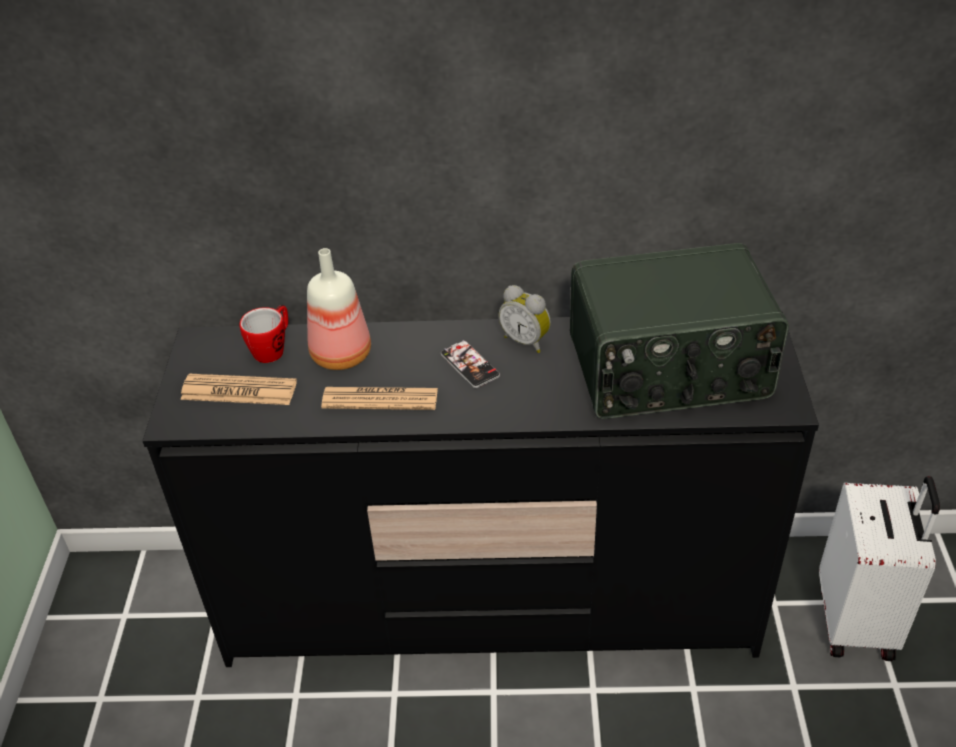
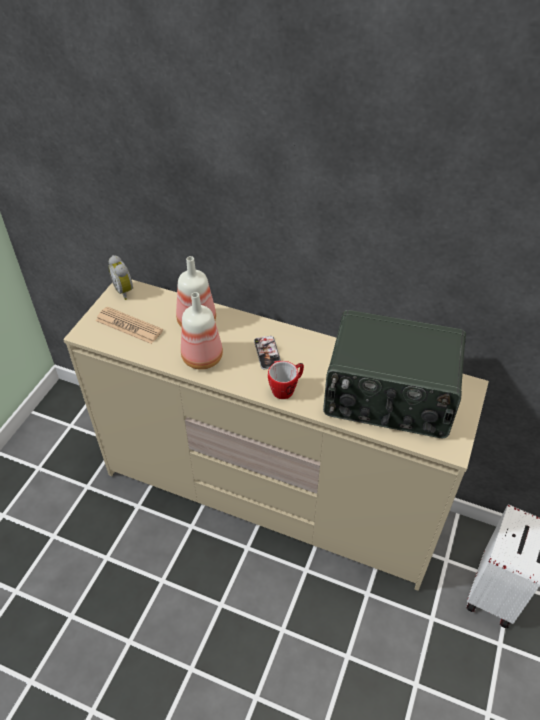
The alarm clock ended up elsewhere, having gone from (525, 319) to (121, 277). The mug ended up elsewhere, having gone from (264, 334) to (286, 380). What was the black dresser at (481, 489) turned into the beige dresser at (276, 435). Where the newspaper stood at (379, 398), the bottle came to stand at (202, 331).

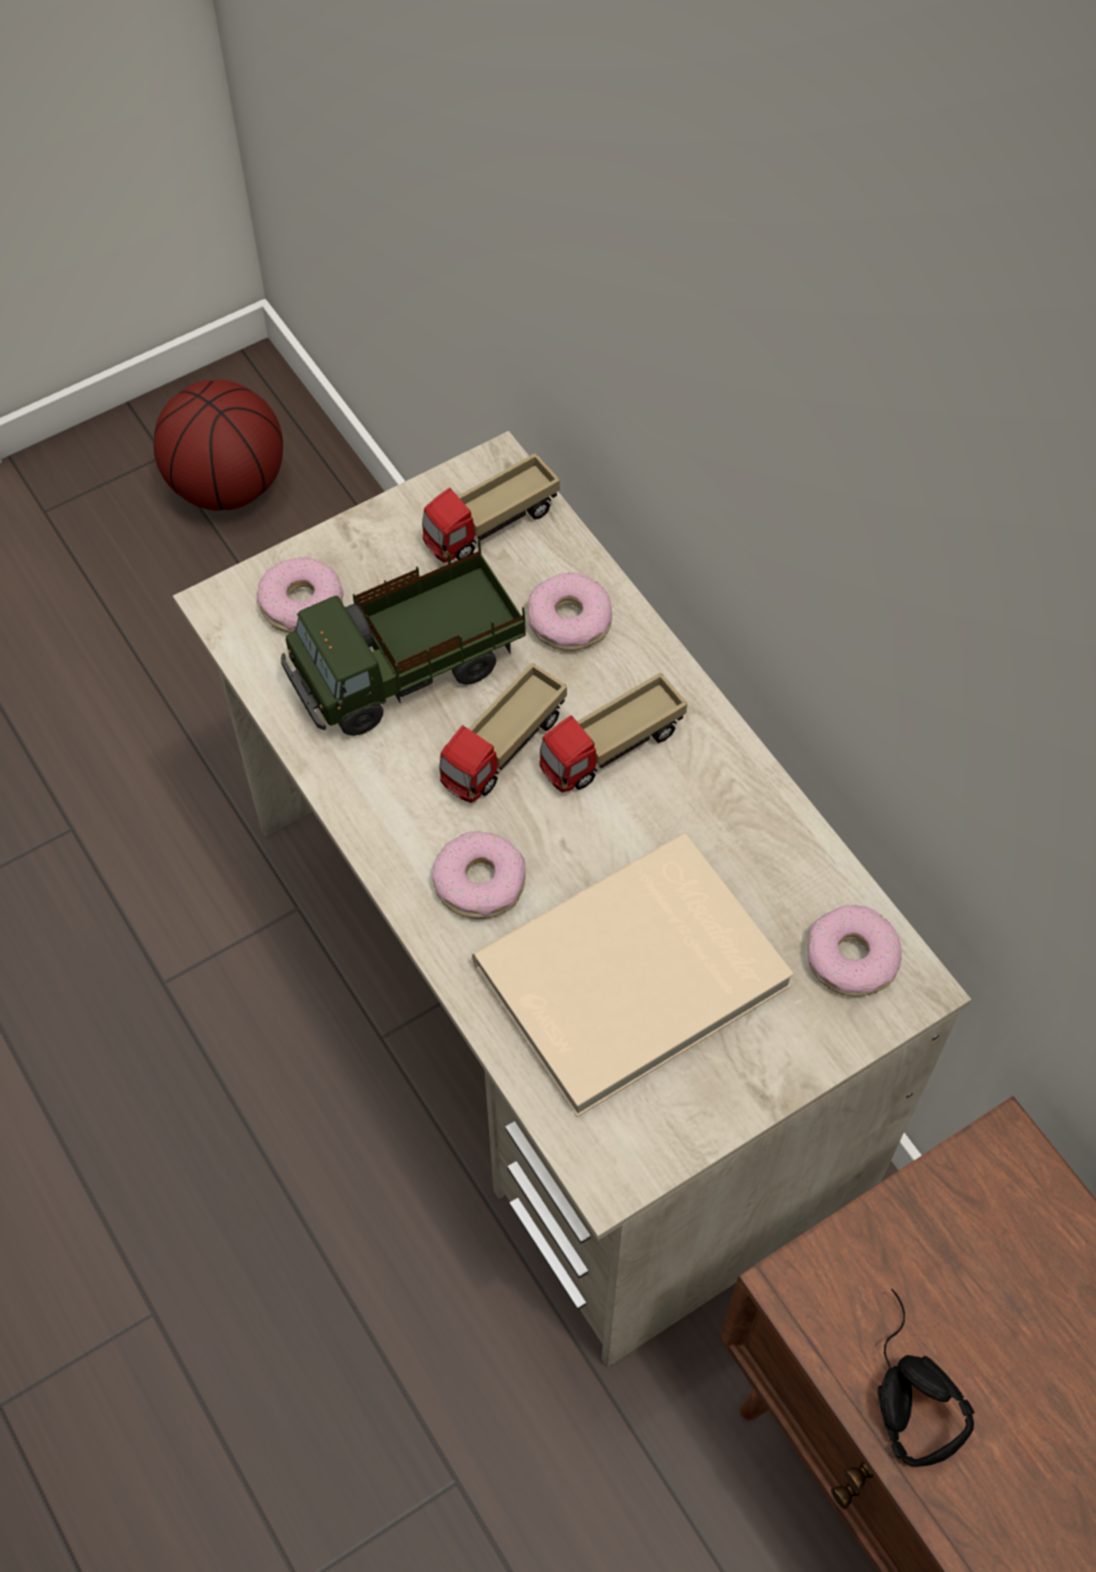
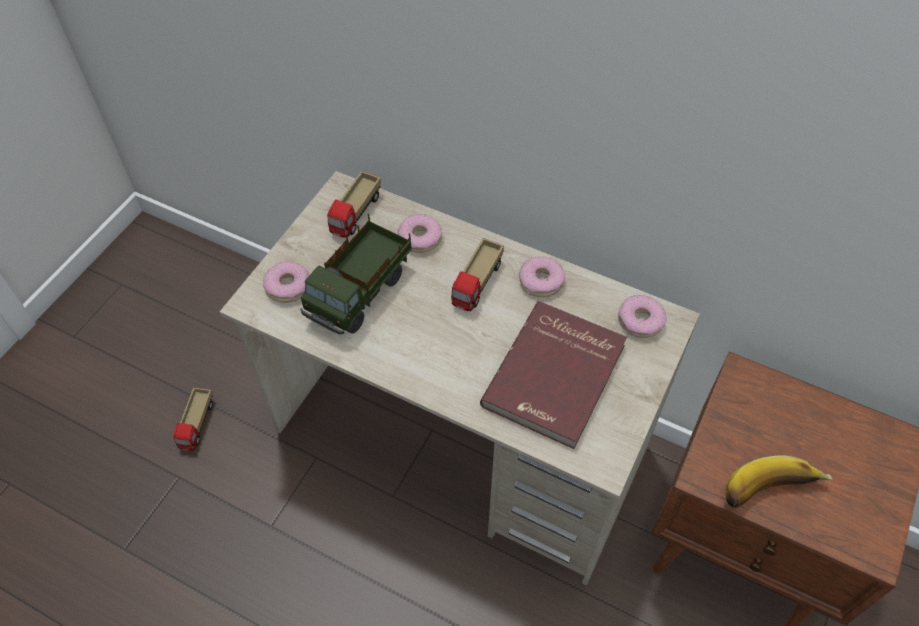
The second view lost the basketball at (218, 445). The toy truck ended up elsewhere, having gone from (503, 733) to (193, 419). The donut ended up elsewhere, having gone from (479, 875) to (542, 277). What was the beige book at (633, 975) turned into the red book at (553, 375). Where the black headphones stood at (926, 1377), the banana came to stand at (779, 482).

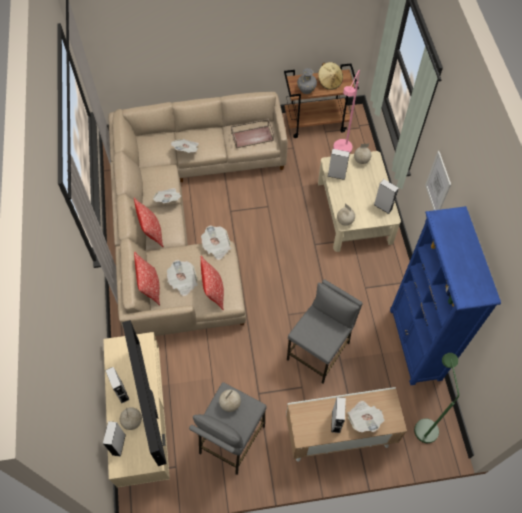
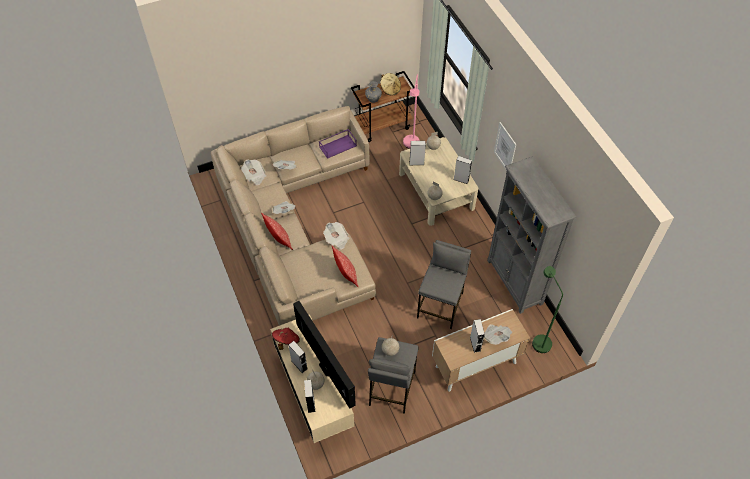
What was the brown tray at (252, 133) turned into the purple tray at (338, 144). What was the blue bookcase at (445, 296) turned into the grey bookcase at (531, 235). The second view lost the pillow at (147, 279). The newspaper ended up elsewhere, having gone from (182, 278) to (254, 172). The second view gained the red hat at (286, 338).

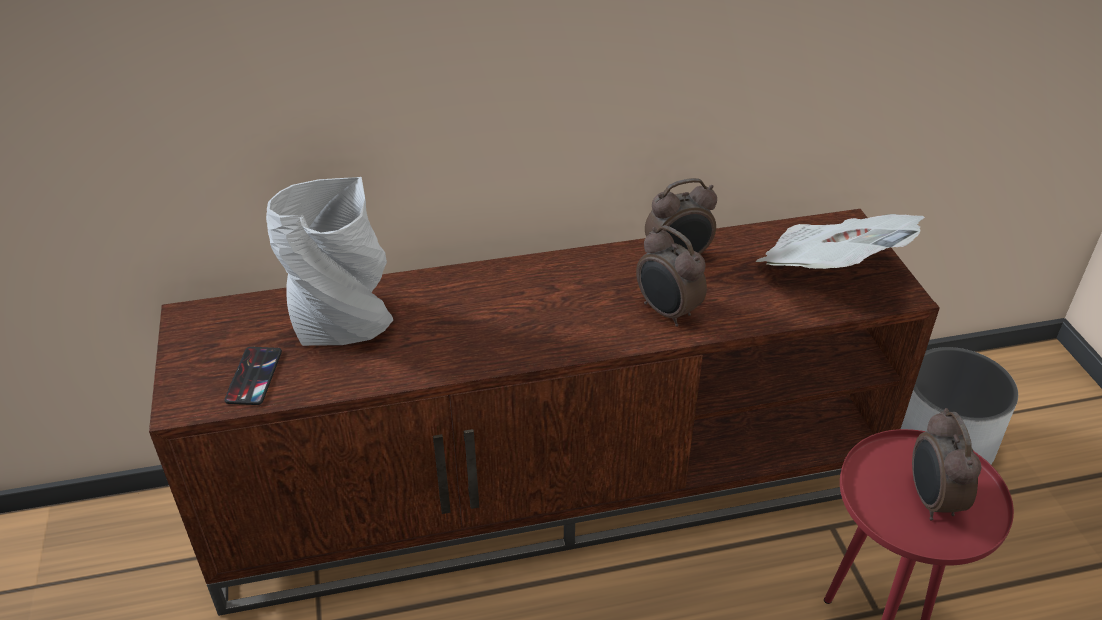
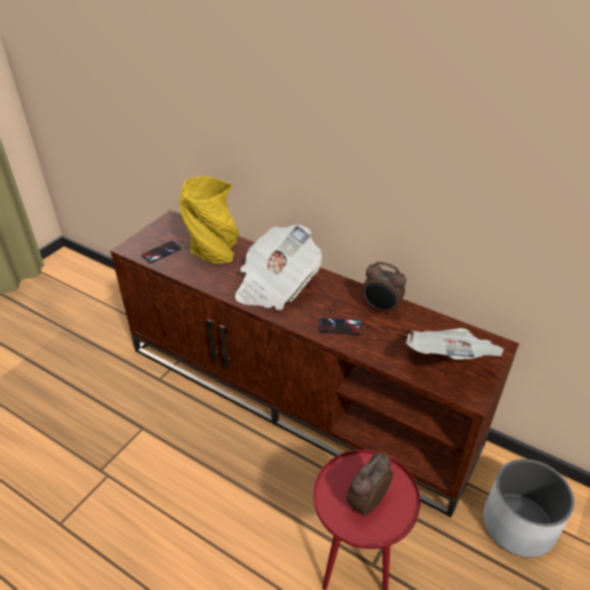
What was the grey vase at (329, 261) turned into the yellow vase at (209, 220). Where the alarm clock stood at (671, 276), the phone came to stand at (340, 326). The second view gained the newspaper at (278, 267).

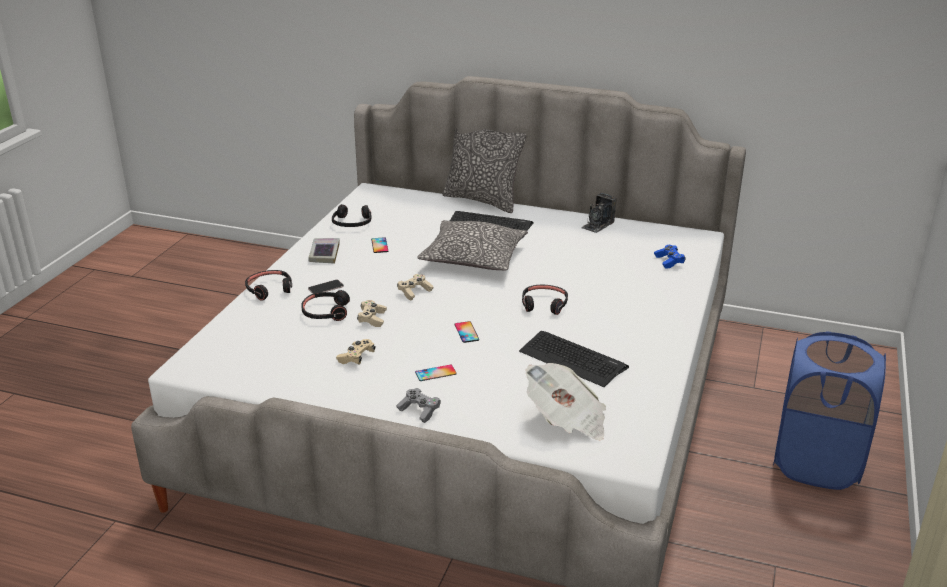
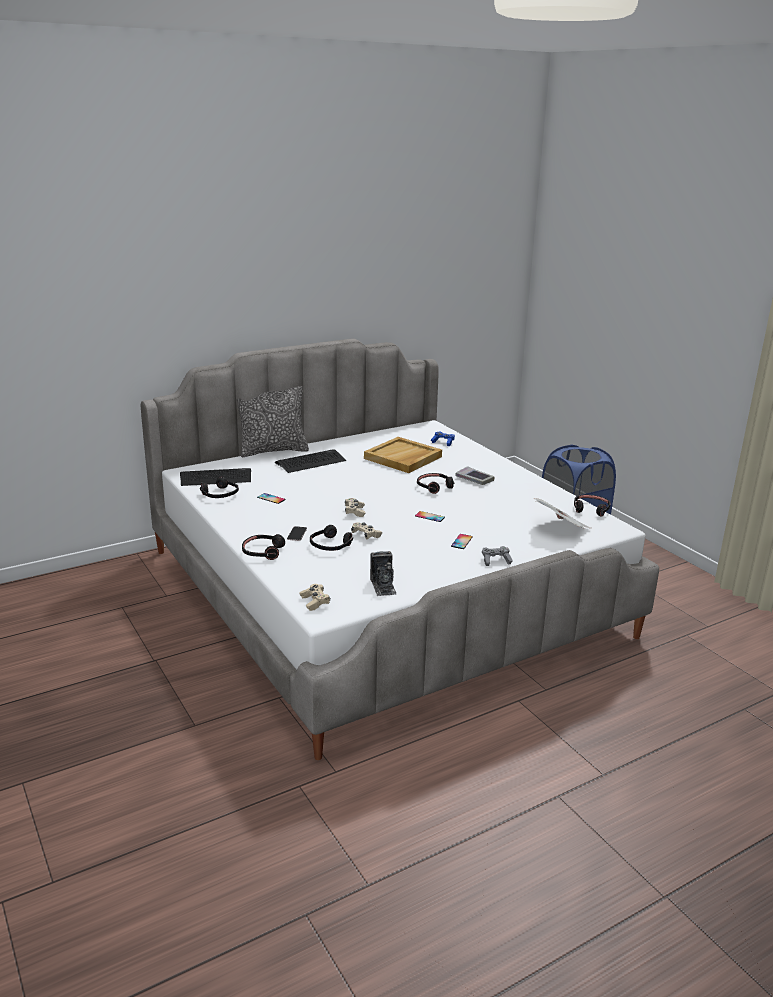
The photo camera ended up elsewhere, having gone from (599, 213) to (383, 573). The second view lost the pillow at (472, 245). The book ended up elsewhere, having gone from (323, 251) to (475, 475). The keyboard ended up elsewhere, having gone from (574, 359) to (215, 477). The beige game controller ended up elsewhere, having gone from (355, 352) to (315, 597). The second view gained the beige tray at (403, 455). The second view gained the black headphones at (592, 506).

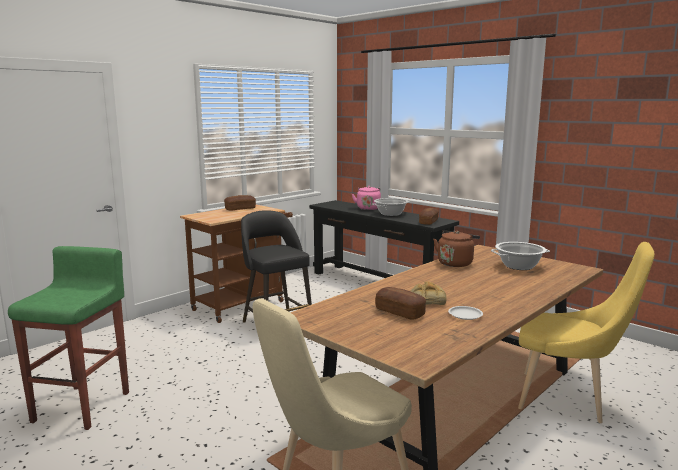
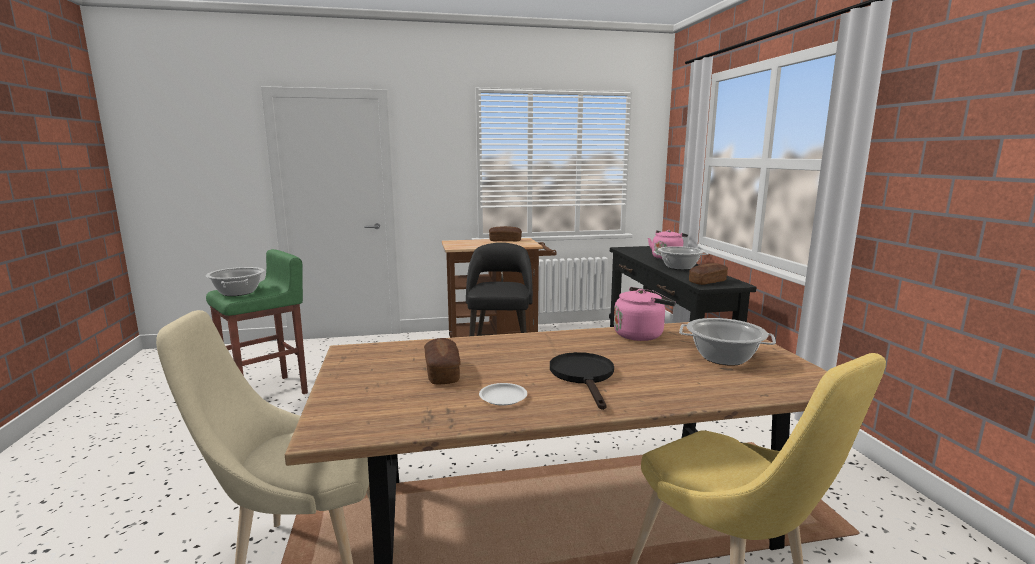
What was the brown kettle at (456, 248) turned into the pink kettle at (645, 314). The second view lost the bread at (428, 293). The second view gained the cooking pot at (235, 281). The second view gained the black frying pan at (582, 381).

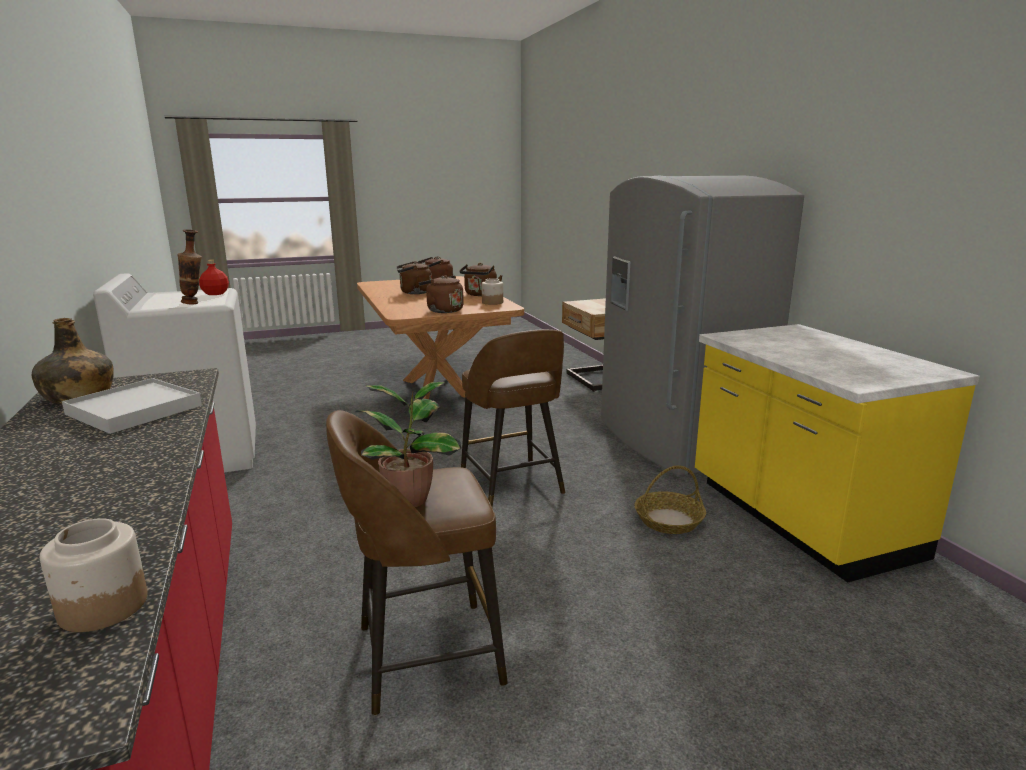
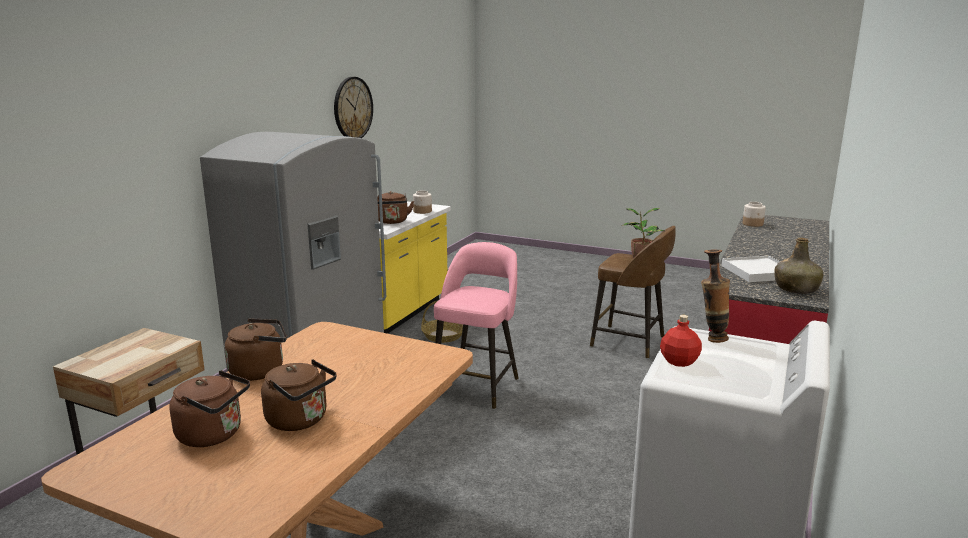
The brown kettle ended up elsewhere, having gone from (441, 294) to (395, 207). The jar ended up elsewhere, having gone from (492, 291) to (422, 202). What was the brown stool at (513, 418) turned into the pink stool at (476, 325). The second view gained the wall clock at (353, 107).

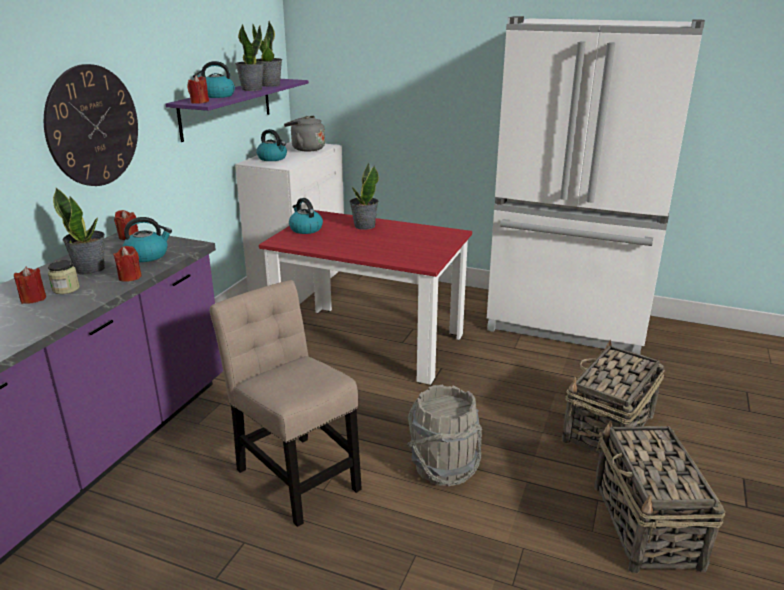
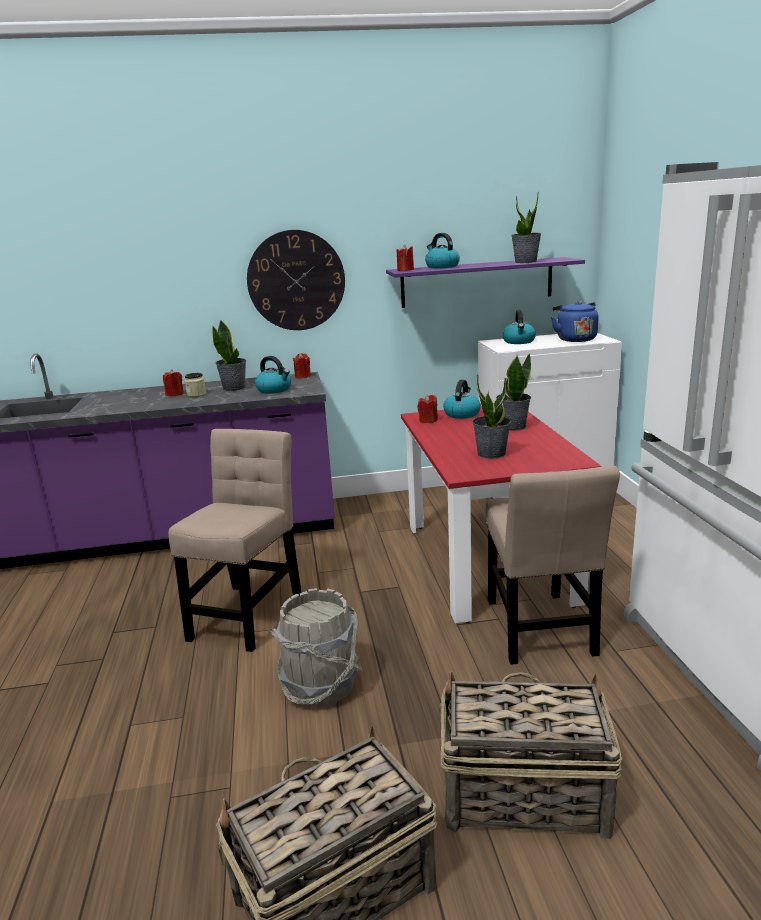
The potted plant ended up elsewhere, having gone from (249, 57) to (491, 416). What was the grey kettle at (304, 133) turned into the blue kettle at (575, 321). The red candle ended up elsewhere, having gone from (127, 264) to (427, 409). The second view gained the beige chair at (553, 565).

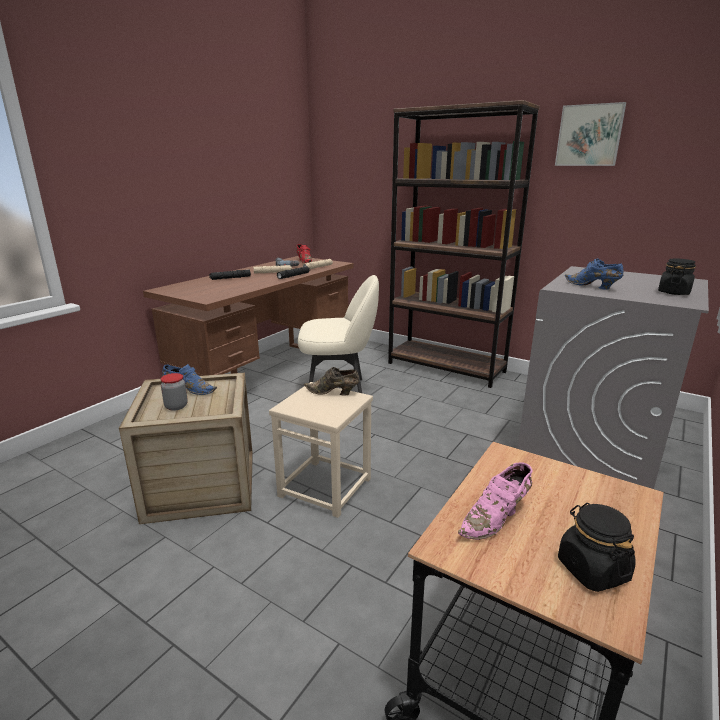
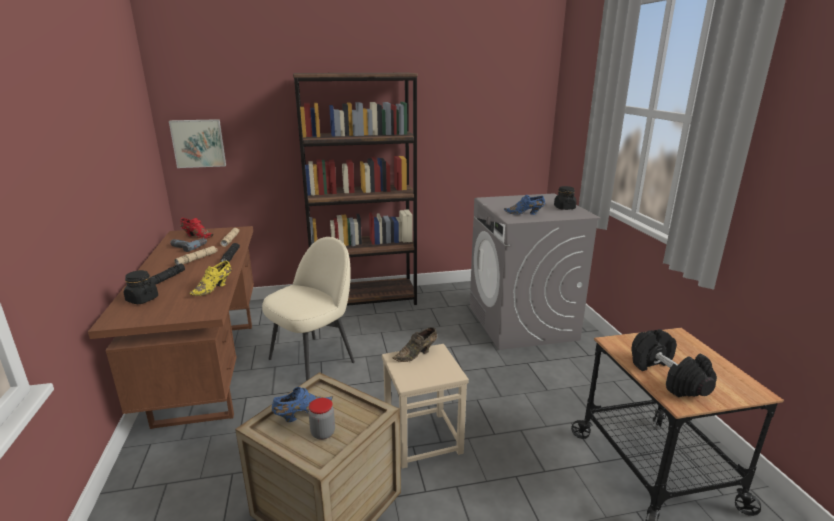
The picture ended up elsewhere, having gone from (590, 134) to (197, 143). Where the pink shoe stood at (495, 501), the black dumbbell came to stand at (674, 363). The black jar ended up elsewhere, having gone from (596, 547) to (141, 287). The second view gained the yellow shoe at (210, 278).

